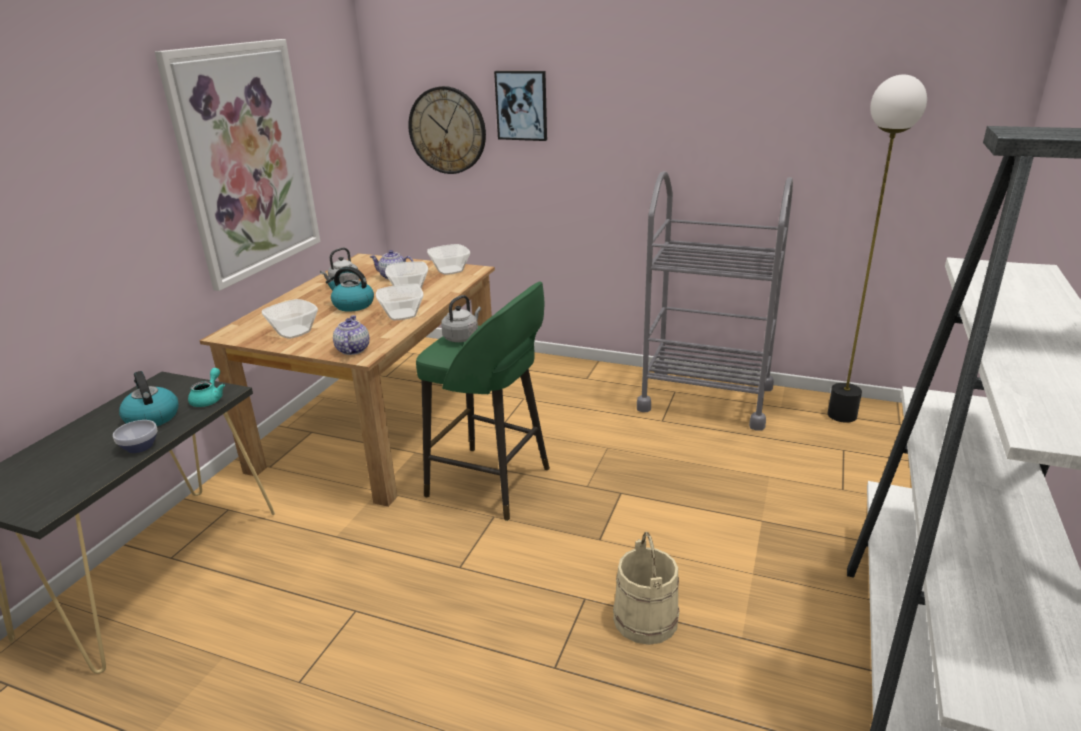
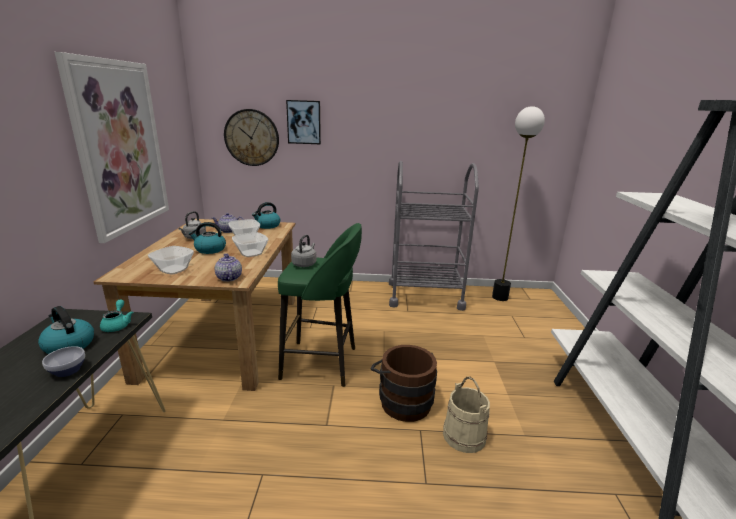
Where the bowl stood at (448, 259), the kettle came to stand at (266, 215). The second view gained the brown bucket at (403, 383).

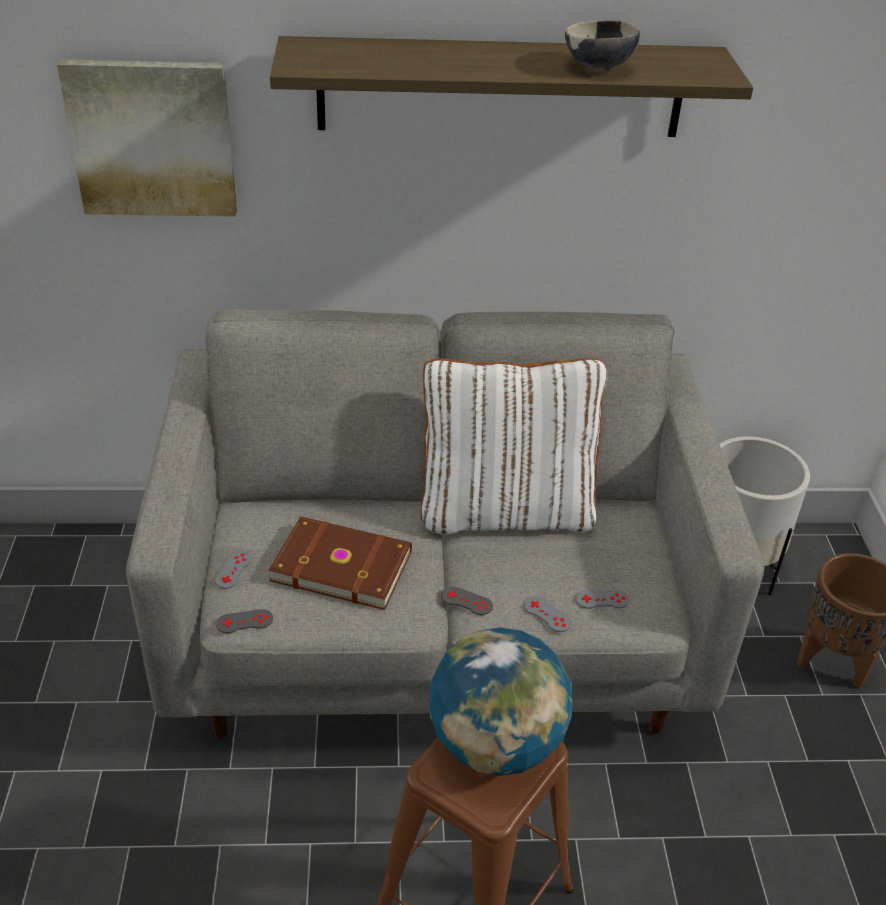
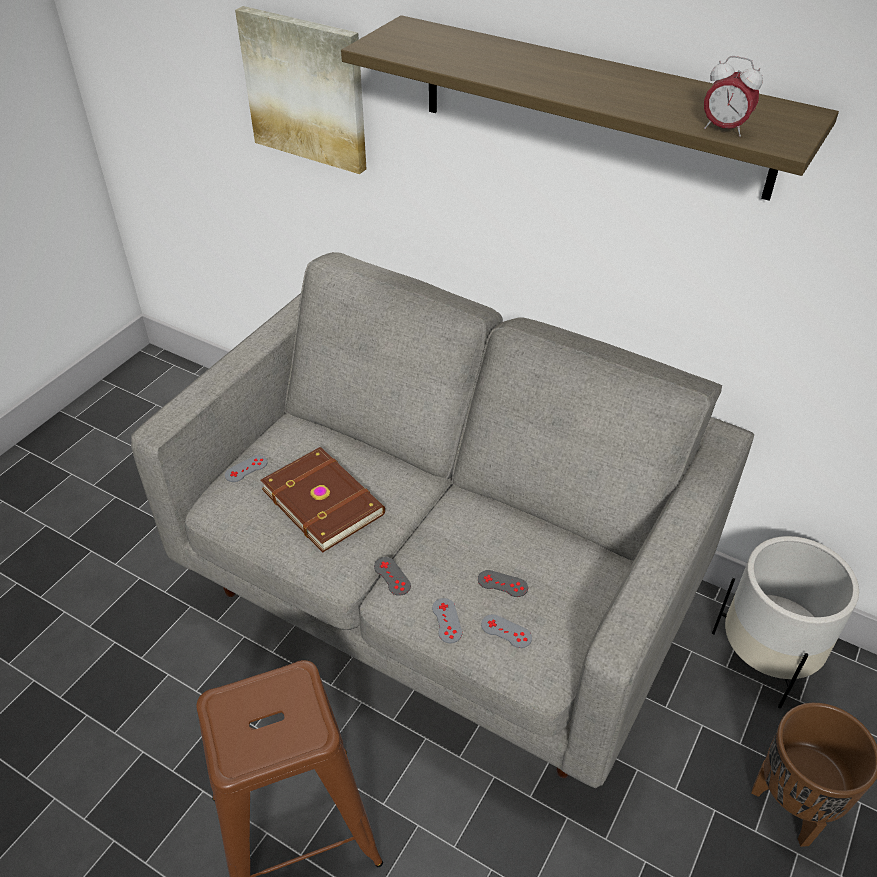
The second view lost the bowl at (602, 45). The second view lost the white pillow at (514, 446). The grey game controller ended up elsewhere, having gone from (244, 621) to (503, 583). The second view lost the globe at (500, 701). The second view gained the alarm clock at (733, 96).

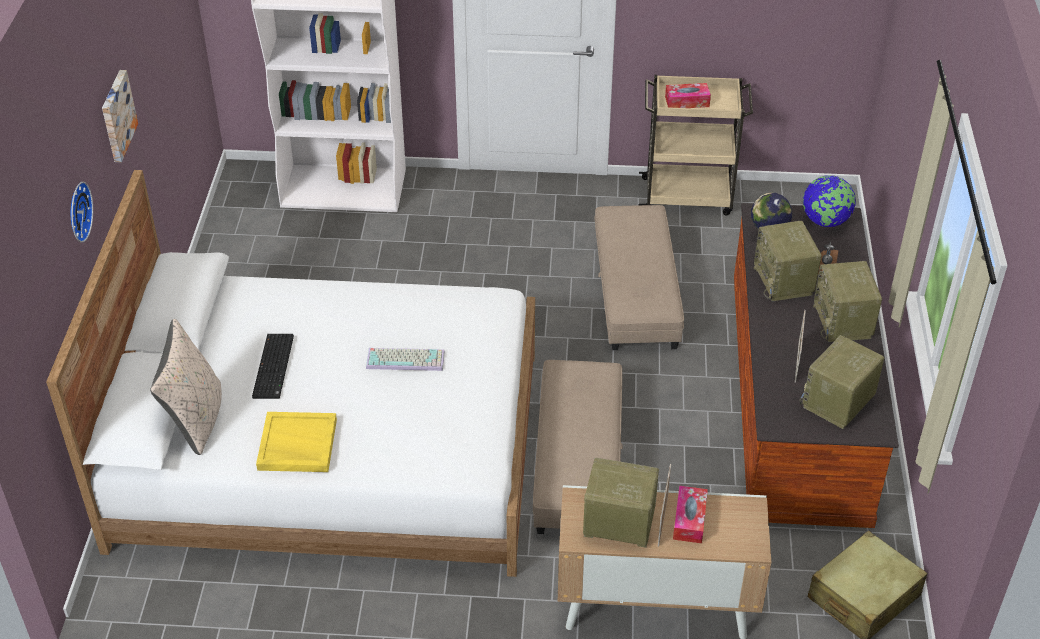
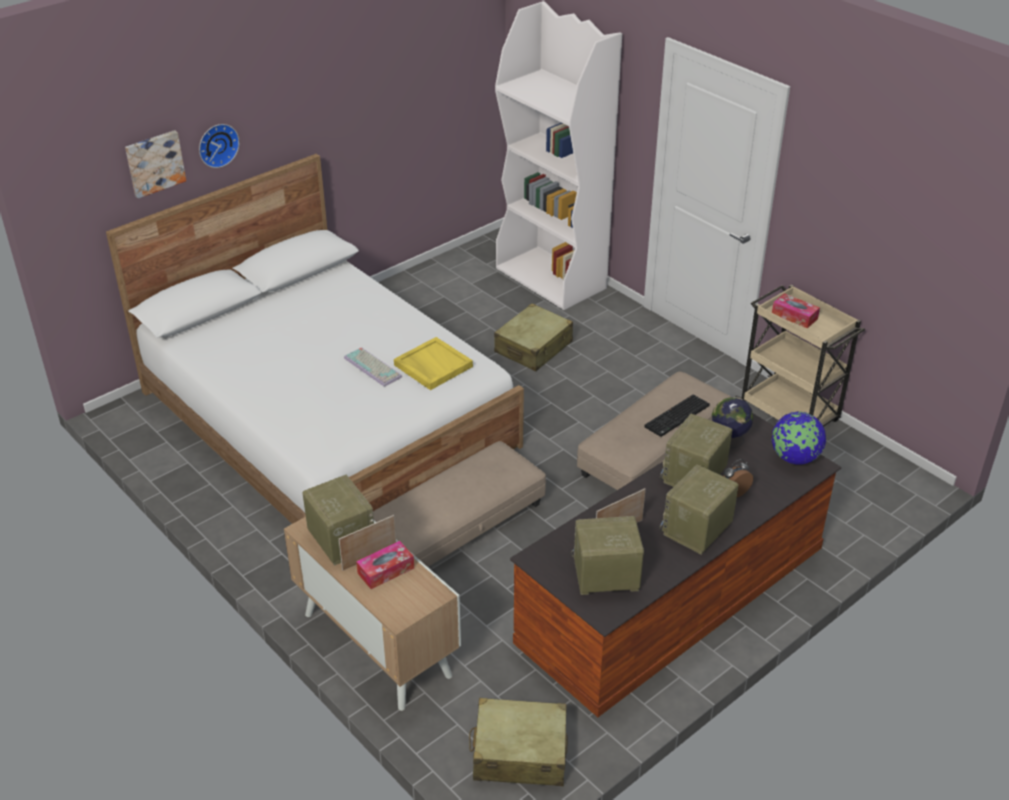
The picture ended up elsewhere, having gone from (120, 116) to (155, 164). The second view lost the beige pillow at (186, 387). The keyboard ended up elsewhere, having gone from (273, 366) to (677, 416). The yellow tray ended up elsewhere, having gone from (296, 442) to (433, 363). The second view gained the beige suitcase at (533, 337).

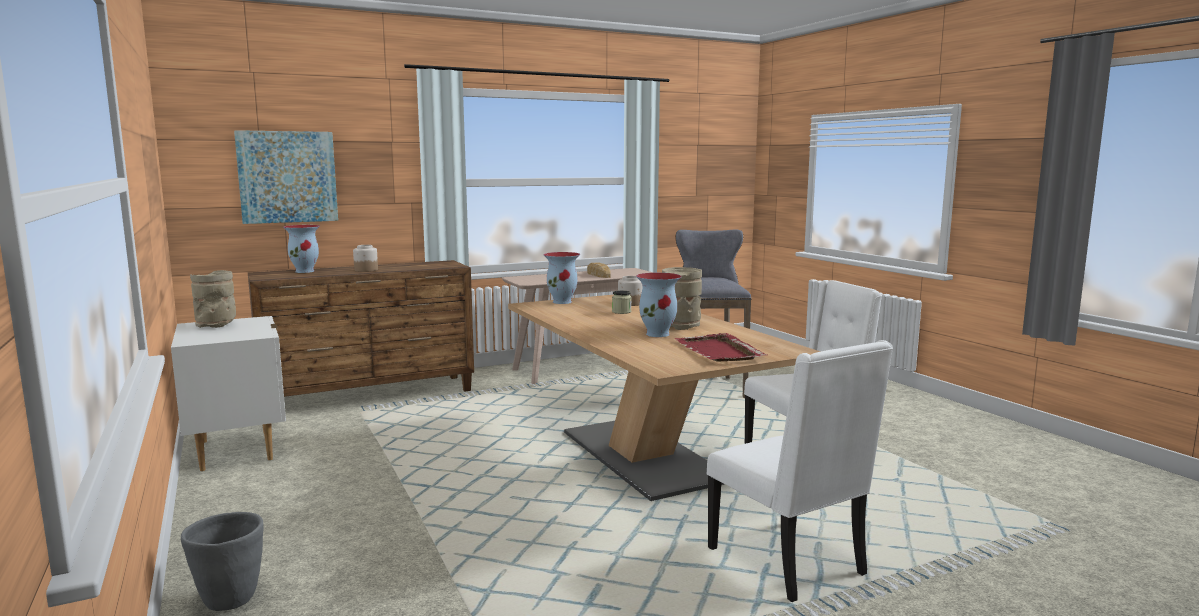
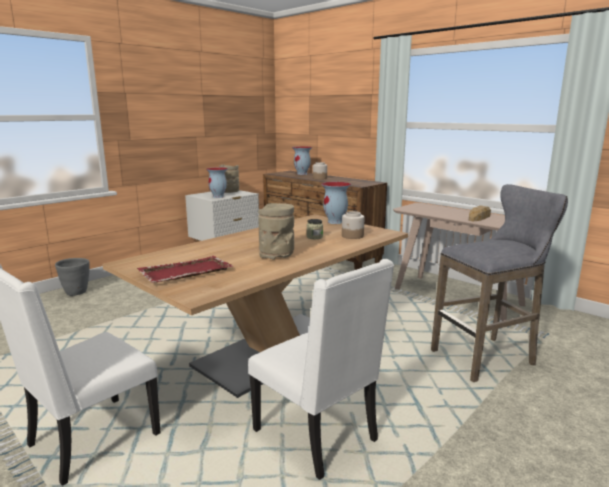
The second view lost the picture at (286, 177). The vase ended up elsewhere, having gone from (659, 305) to (217, 182).

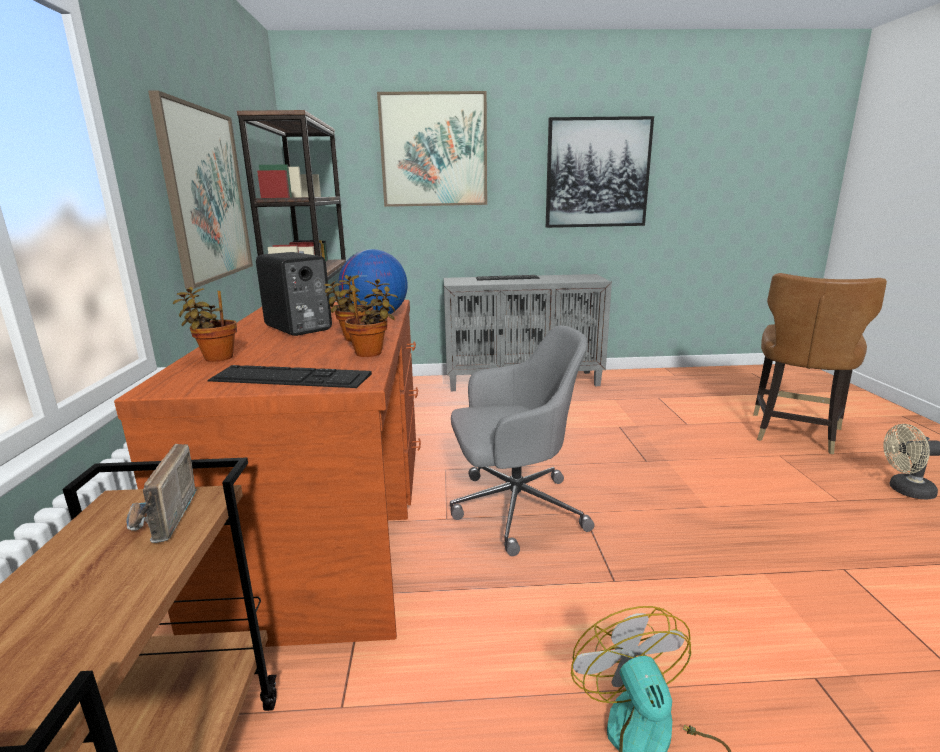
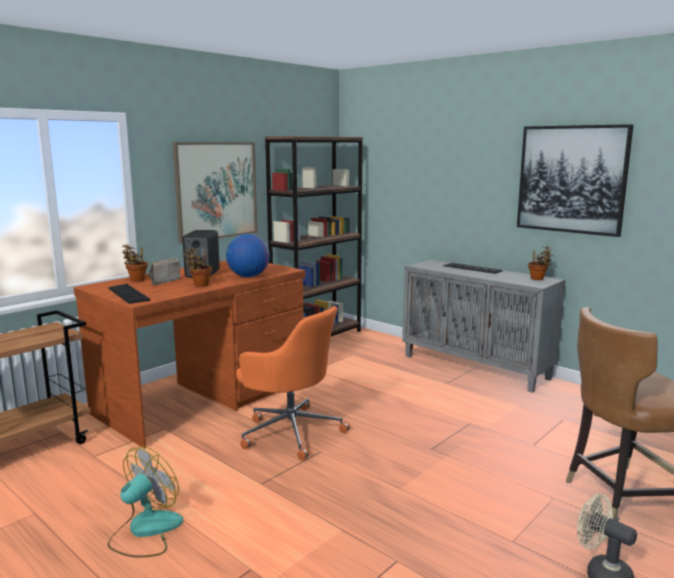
The second view lost the picture at (432, 149). The potted plant ended up elsewhere, having gone from (371, 318) to (540, 263). What was the grey office chair at (522, 441) turned into the orange office chair at (293, 383). The radio ended up elsewhere, having gone from (161, 493) to (164, 271).

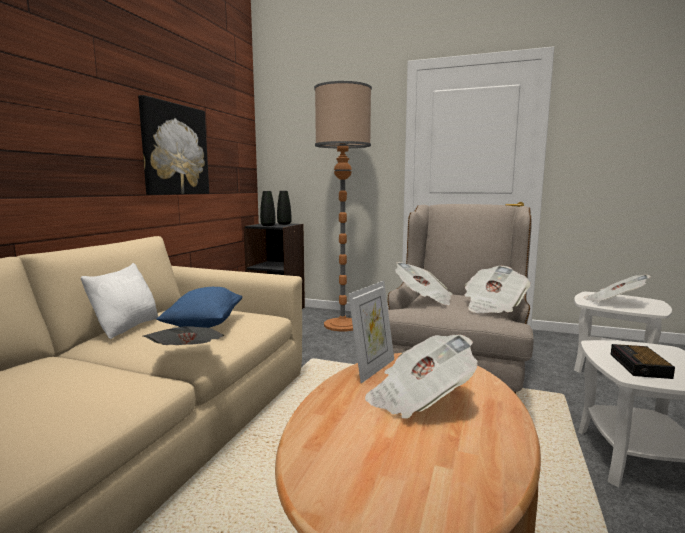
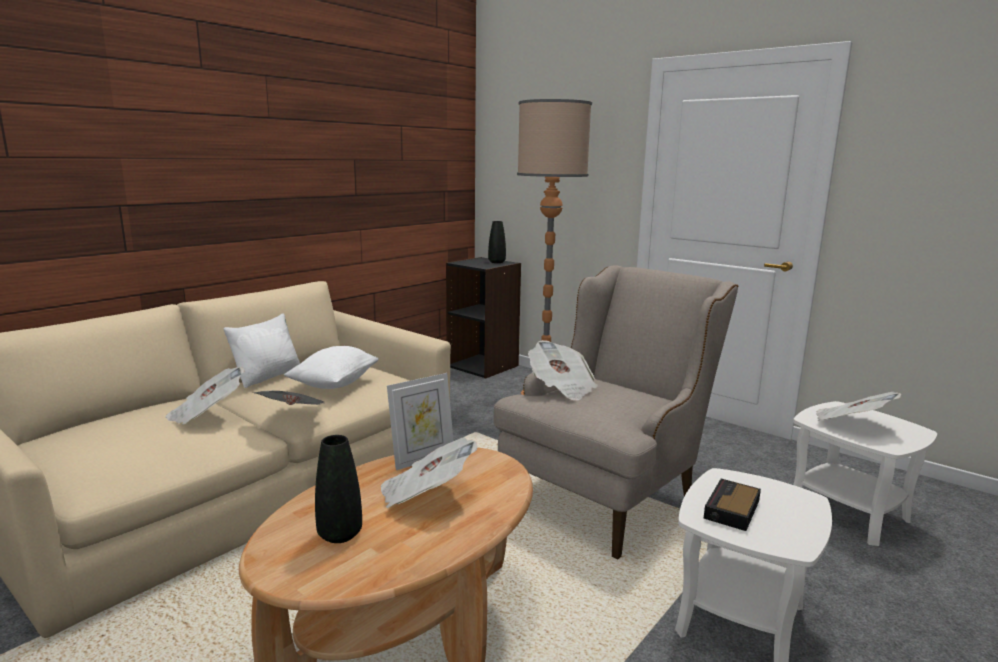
The second view lost the picture at (173, 145). The black vase ended up elsewhere, having gone from (267, 208) to (338, 489). The newspaper ended up elsewhere, having gone from (497, 289) to (205, 396). What was the blue pillow at (199, 307) turned into the white pillow at (331, 367).

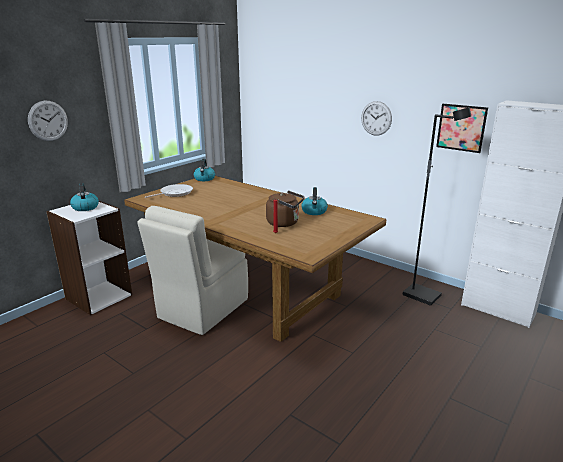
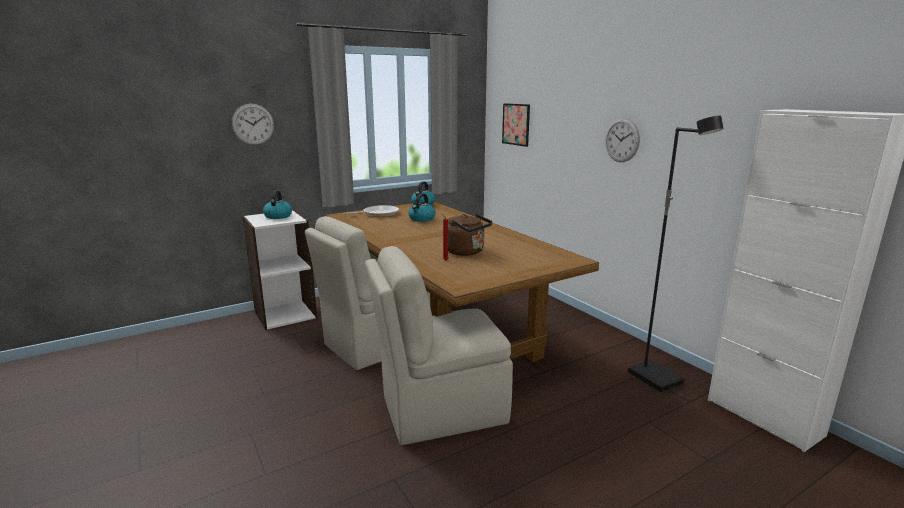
The picture ended up elsewhere, having gone from (462, 128) to (516, 125). The kettle ended up elsewhere, having gone from (314, 201) to (422, 207). The second view gained the beige chair at (439, 345).

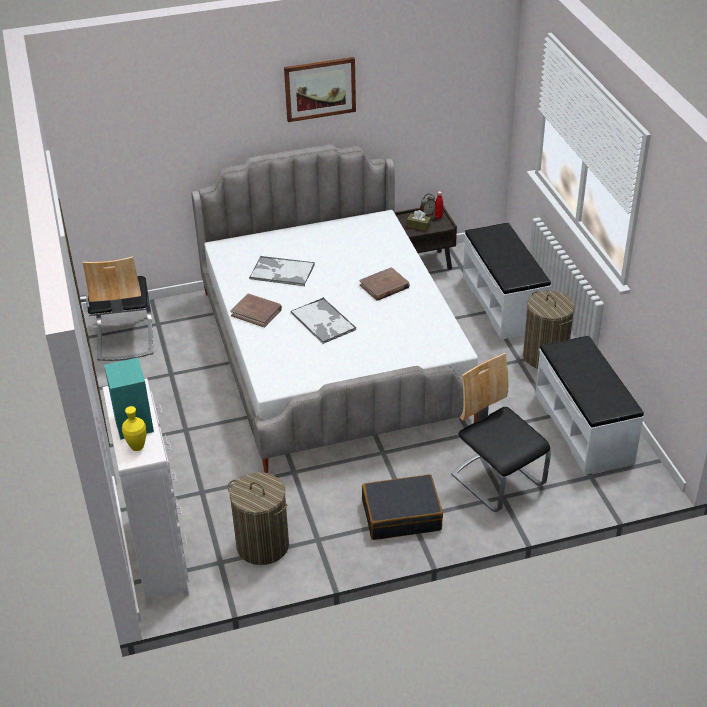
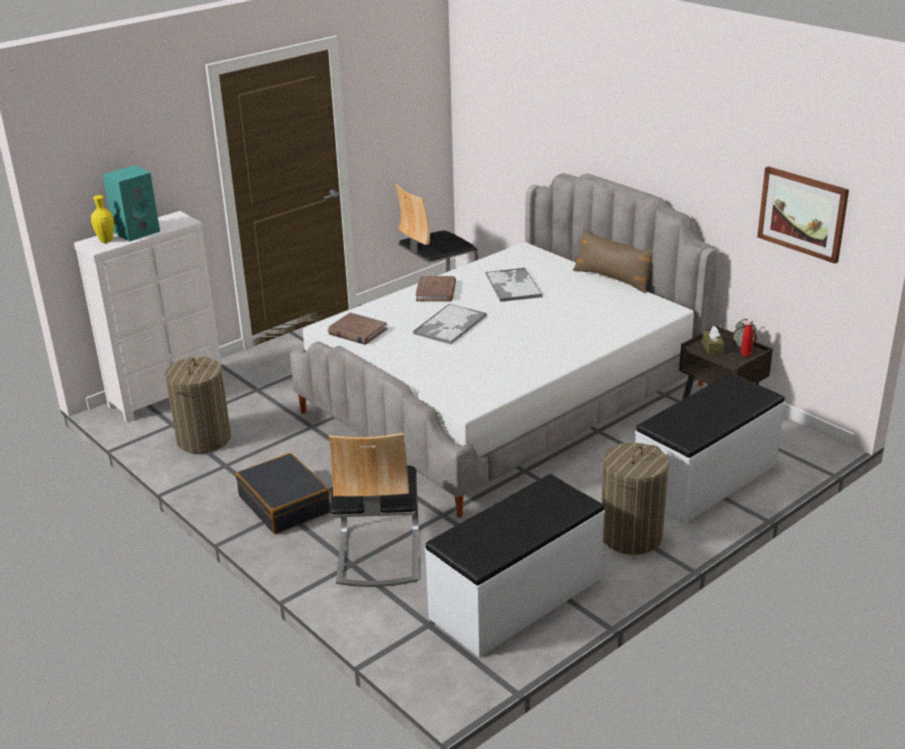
The picture ended up elsewhere, having gone from (320, 89) to (803, 215). The brown book ended up elsewhere, having gone from (384, 284) to (357, 329). The chair at (501, 432) ended up facing another way, 150 degrees clockwise from before. The second view gained the brown pillow at (613, 261).

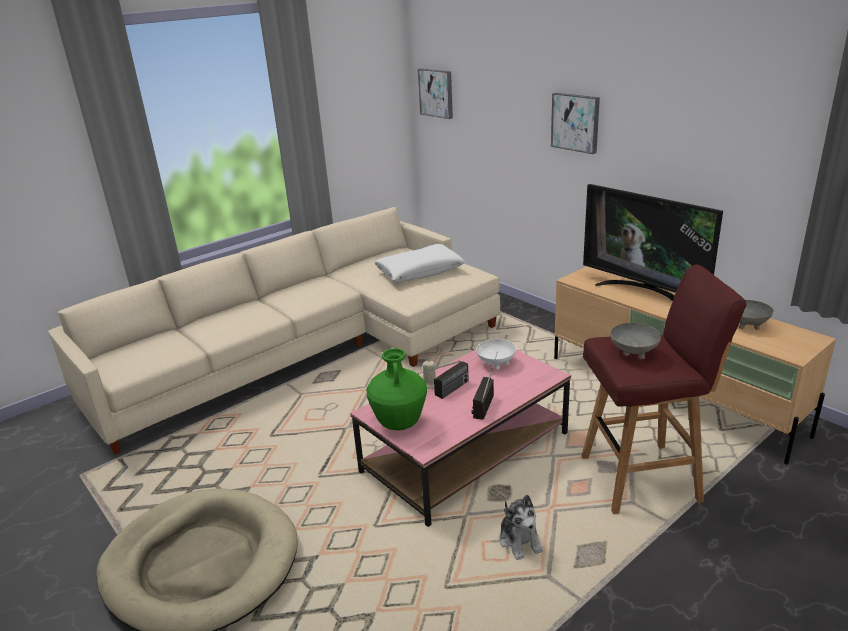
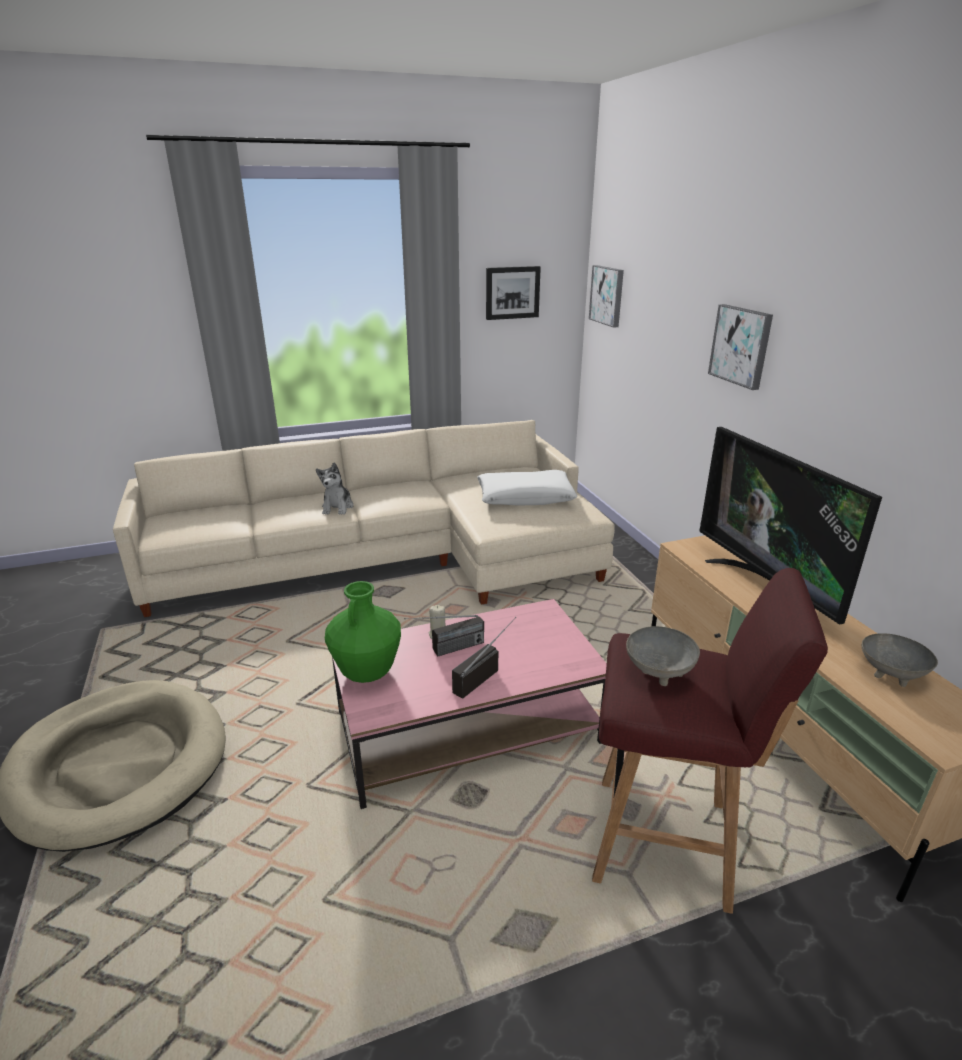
The second view lost the white bowl at (496, 354). The plush toy ended up elsewhere, having gone from (521, 527) to (335, 488). The second view gained the picture at (513, 293).

